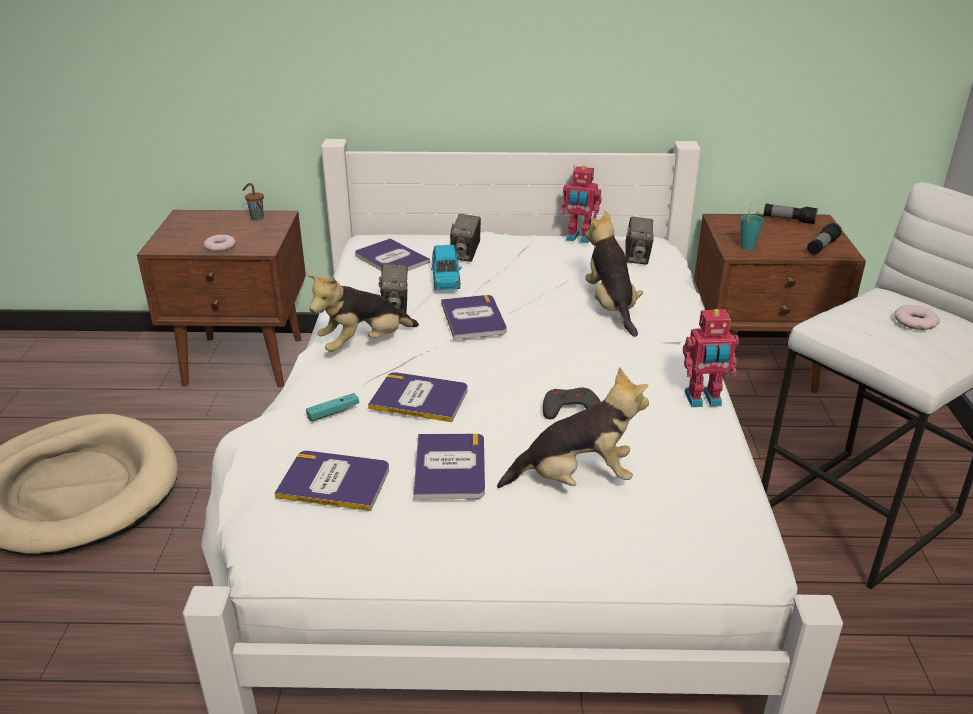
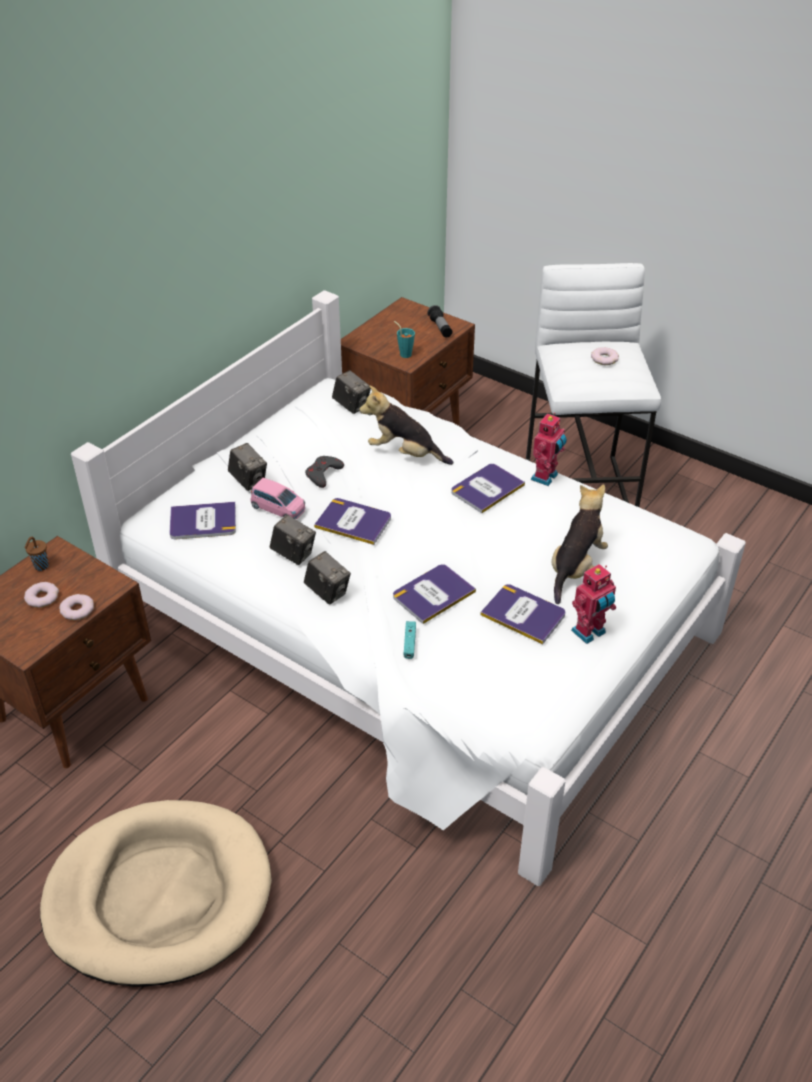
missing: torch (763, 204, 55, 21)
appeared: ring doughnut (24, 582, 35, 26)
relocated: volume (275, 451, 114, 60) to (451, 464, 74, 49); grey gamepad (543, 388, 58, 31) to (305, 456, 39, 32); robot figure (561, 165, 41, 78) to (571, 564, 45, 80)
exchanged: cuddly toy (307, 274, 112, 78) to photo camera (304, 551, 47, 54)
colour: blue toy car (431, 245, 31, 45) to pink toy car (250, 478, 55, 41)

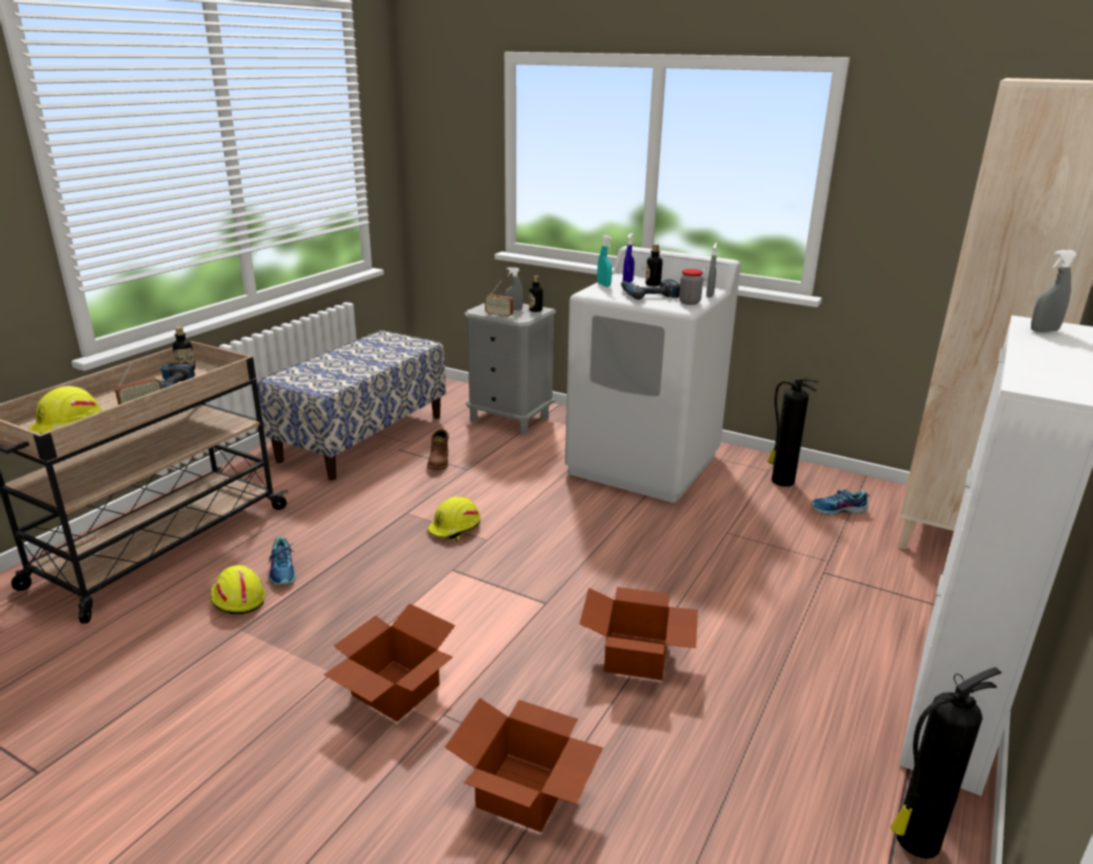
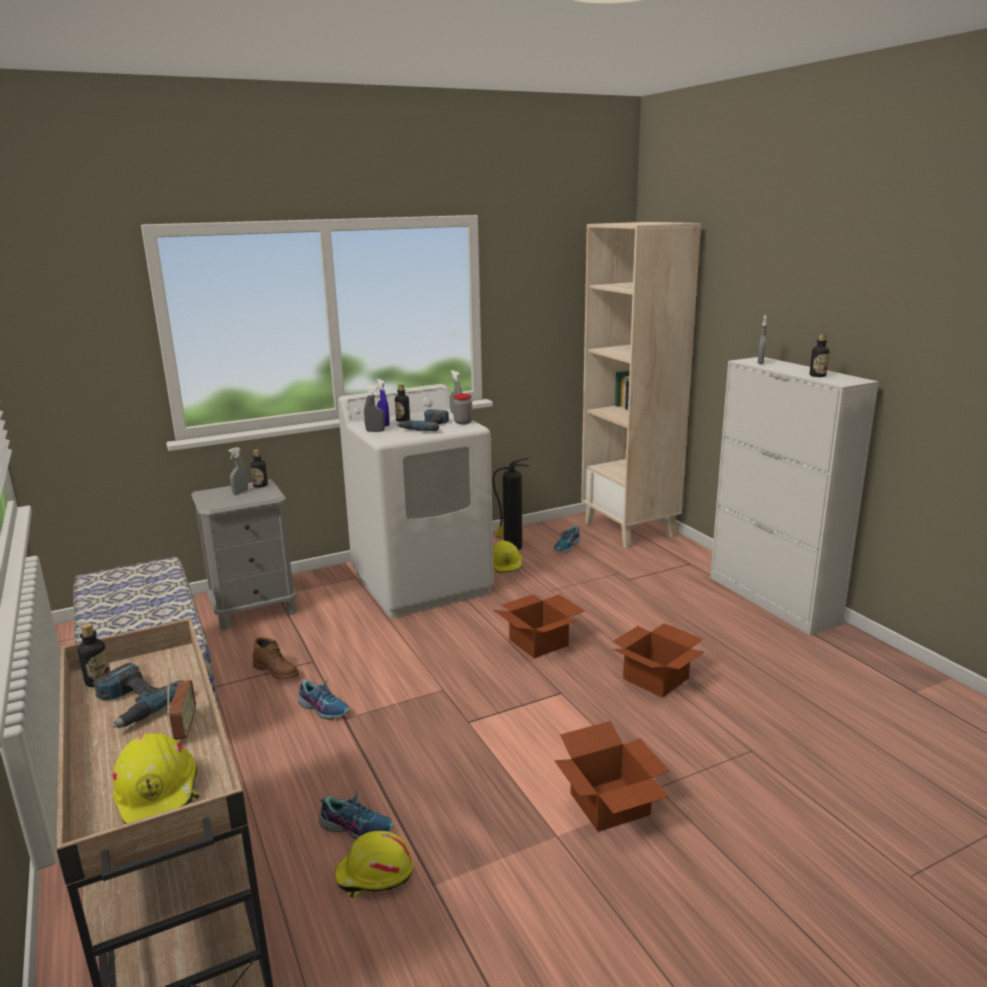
missing: radio set (485, 281, 28, 37); fire-fighting cylinder (890, 667, 111, 192)
appeared: low shoe (298, 678, 52, 42); beverage bottle (810, 334, 19, 43)
relocated: yellowish safety helmet (427, 496, 54, 45) to (493, 540, 31, 33); carton (445, 698, 158, 134) to (493, 594, 92, 64)
colour: turquoise hand sprayer (597, 235, 15, 52) to grey hand sprayer (364, 385, 21, 47)

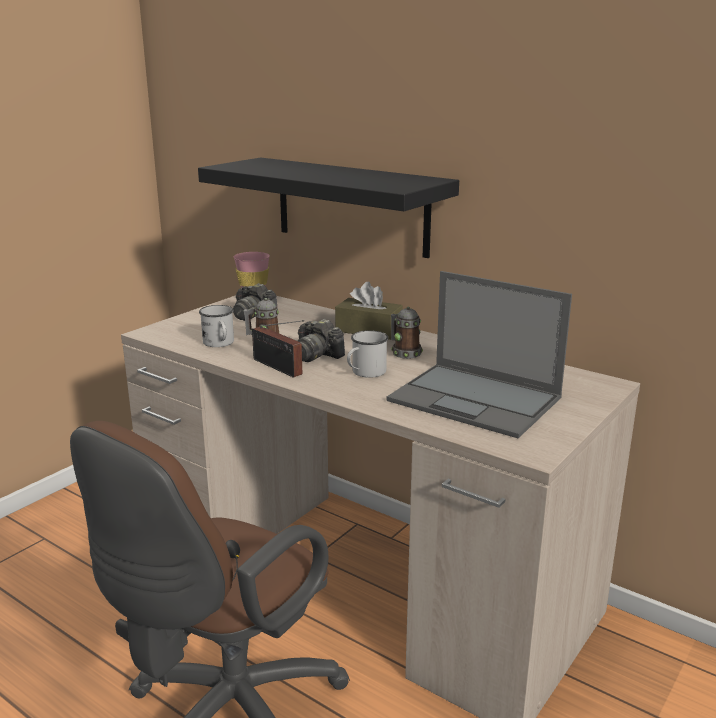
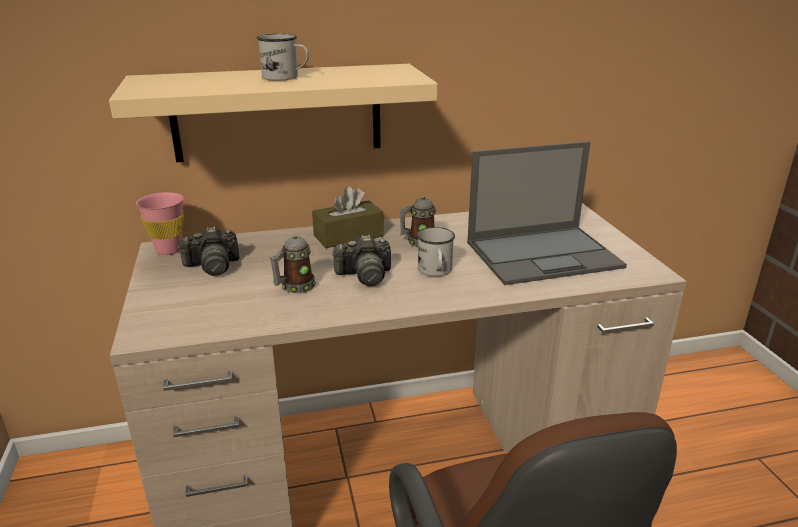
missing: radio set (252, 320, 52, 58)
relocated: white mug (199, 305, 35, 42) to (257, 34, 52, 47)
colour: black shelf (198, 157, 261, 101) to beige shelf (109, 64, 329, 98)

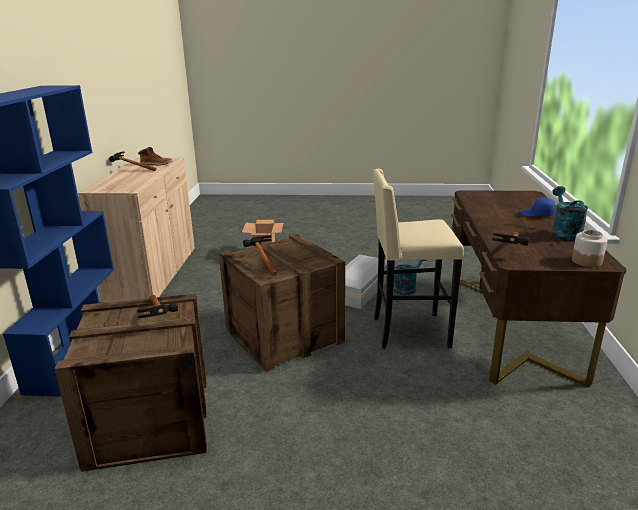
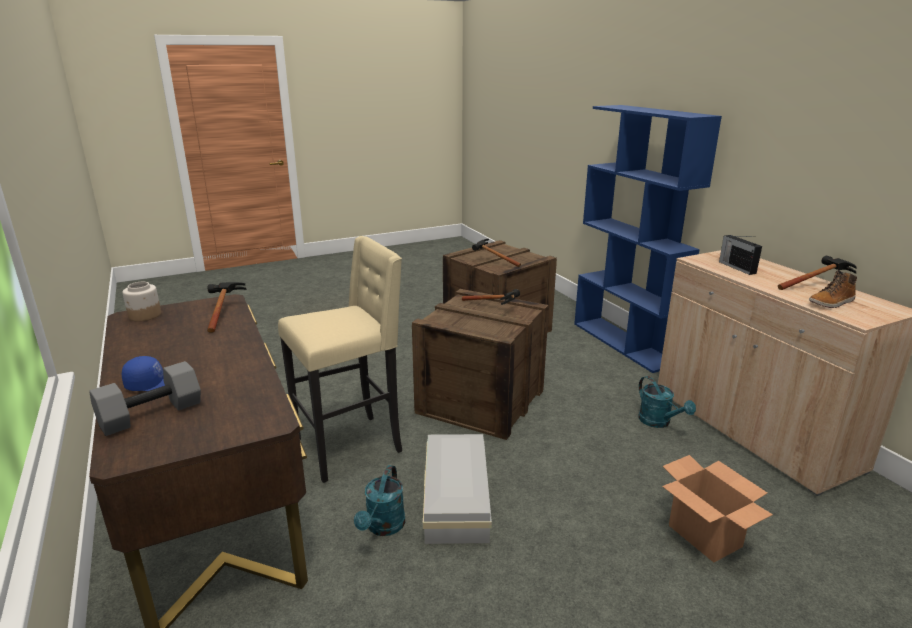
appeared: grey free weight (89, 361, 112, 75); radio set (719, 235, 43, 40)
relocated: turquoise sprinkling can (552, 186, 36, 56) to (638, 376, 58, 52)

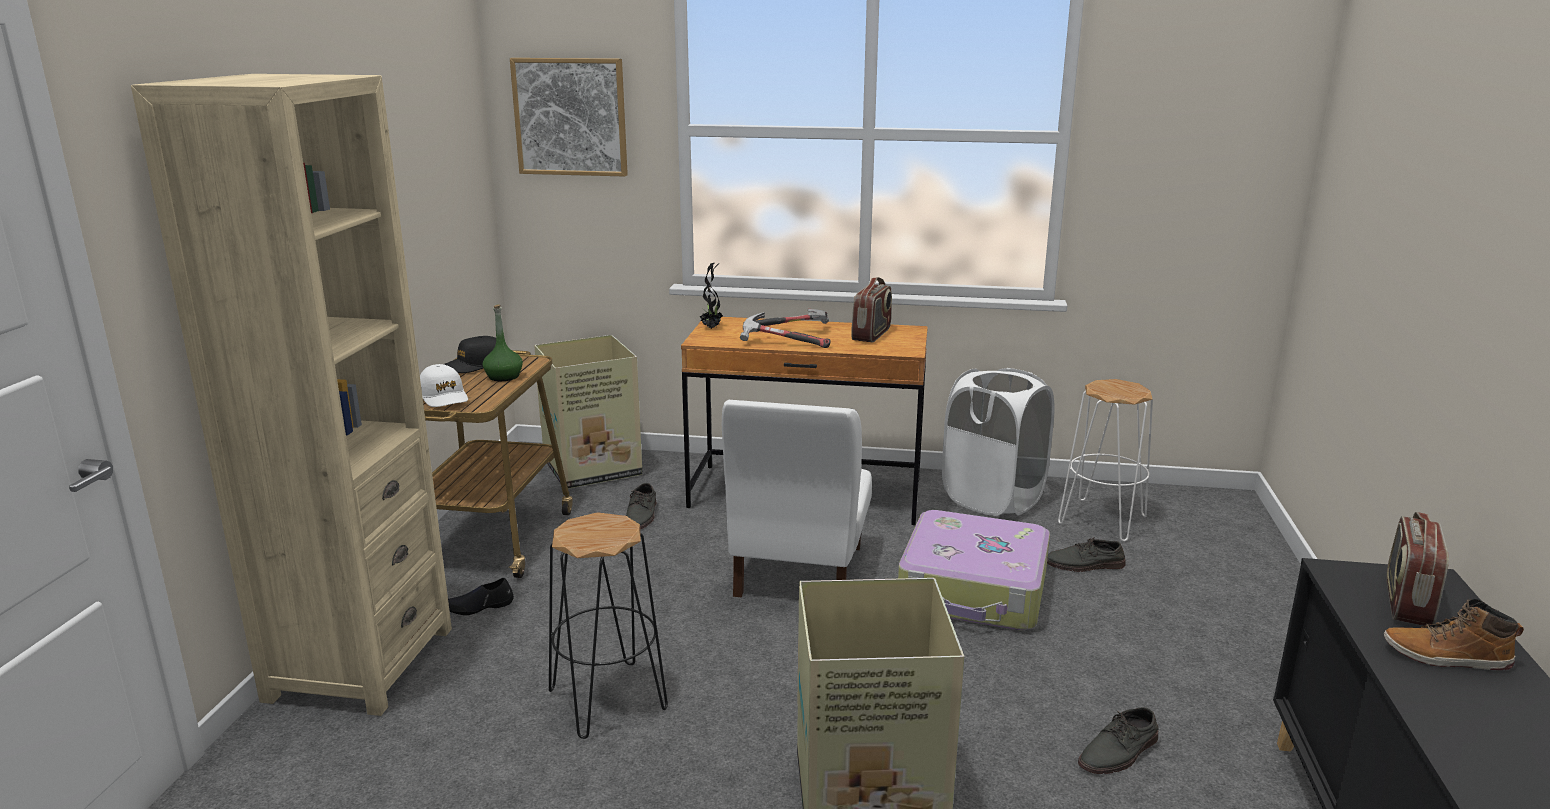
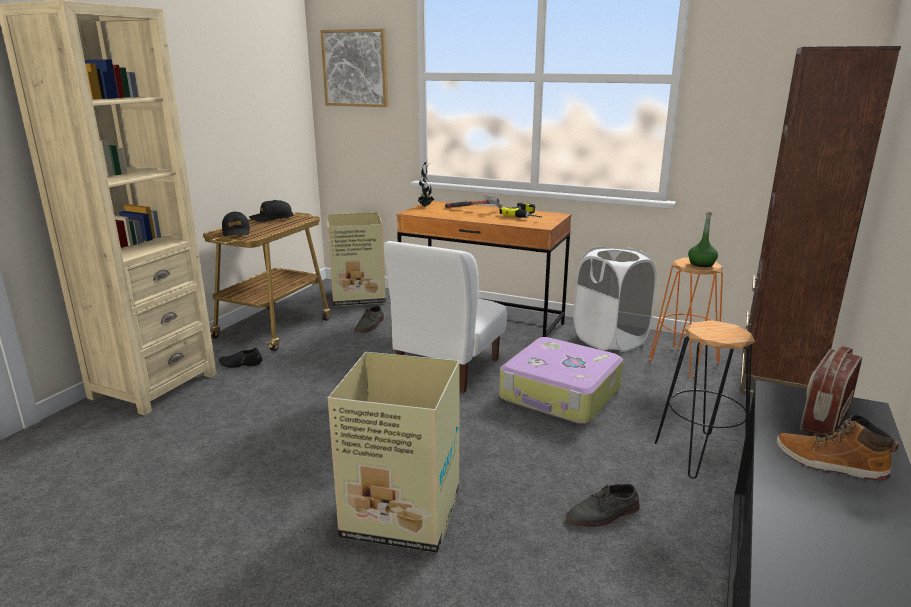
missing: hand hammer (740, 312, 91, 36); grey low shoe (1047, 537, 79, 35)
appeared: brown-coloured bookshelf (740, 46, 161, 350)
relocated: green-coloured beverage bottle (483, 304, 40, 77) to (688, 211, 30, 56); black sitting stool (549, 512, 119, 227) to (655, 320, 100, 159)
exchanged: radio set (851, 277, 41, 65) to power drill (499, 202, 43, 16)
colour: white cap (420, 364, 48, 43) to black cap (222, 211, 28, 25); white sitting stool (1058, 379, 95, 163) to orange sitting stool (649, 258, 74, 119)

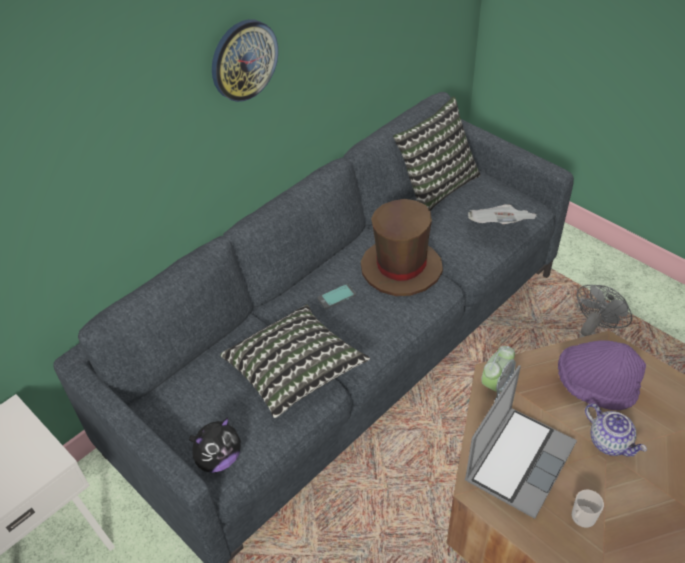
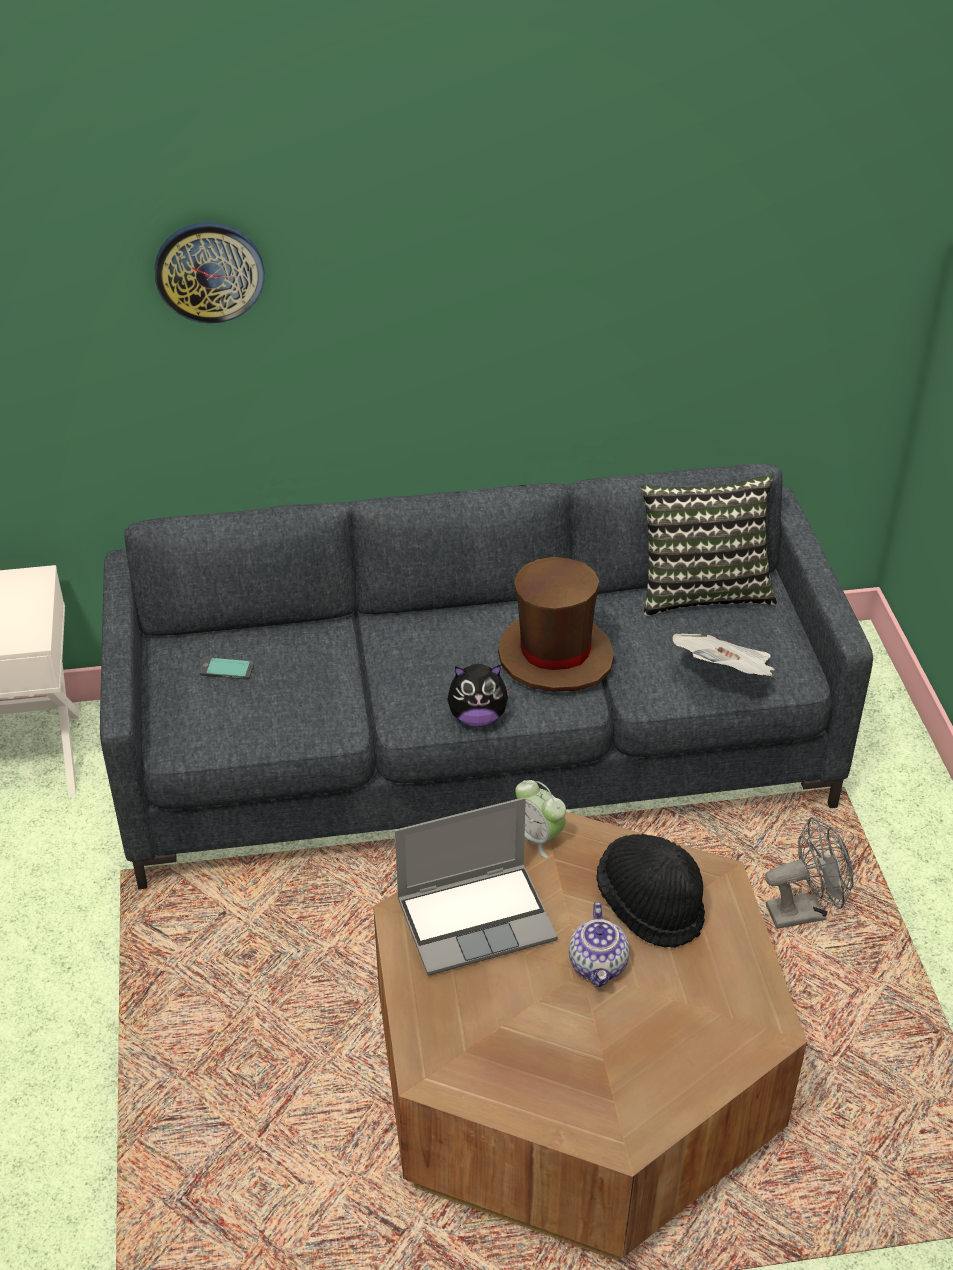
missing: cushion (220, 304, 150, 114); mug (571, 490, 33, 38)
relocated: cuddly toy (189, 417, 52, 56) to (447, 664, 64, 62); wall clock (212, 19, 66, 83) to (155, 222, 109, 102); handset (317, 284, 39, 25) to (200, 657, 54, 23)
colour: purplish hat (558, 340, 88, 70) to black hat (596, 834, 109, 114)
spun: alarm clock (481, 346, 35, 56) = (515, 780, 51, 78) 60 degrees clockwise

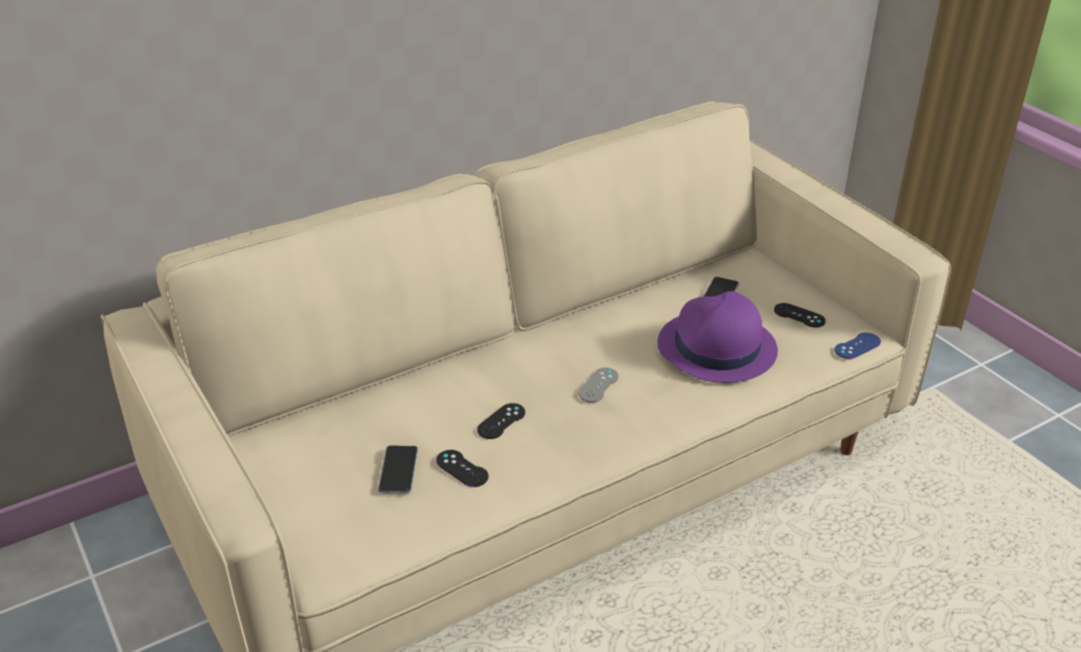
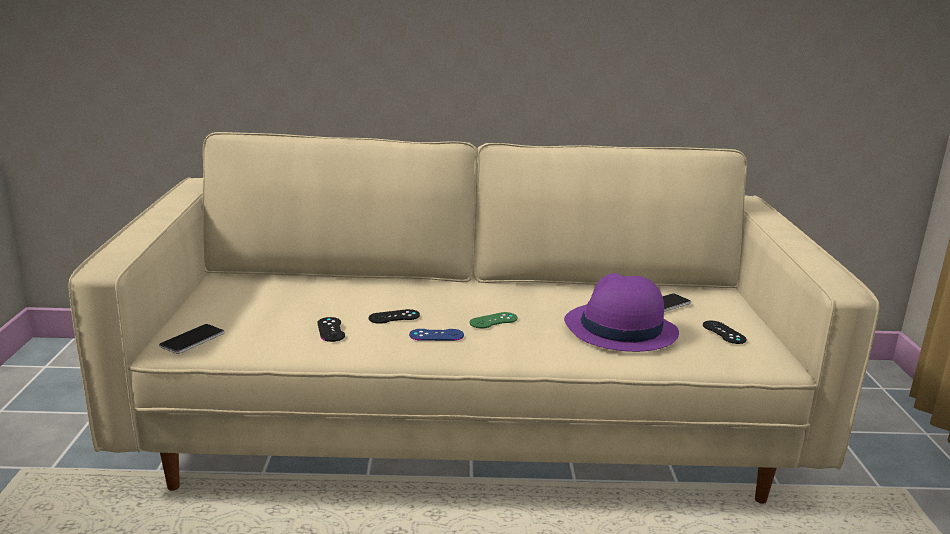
relocated: handset (378, 445, 41, 49) to (159, 324, 66, 30); blue gamepad (834, 333, 47, 26) to (409, 329, 55, 12)
colour: grey gamepad (578, 368, 40, 35) to green-coloured gamepad (470, 312, 47, 16)

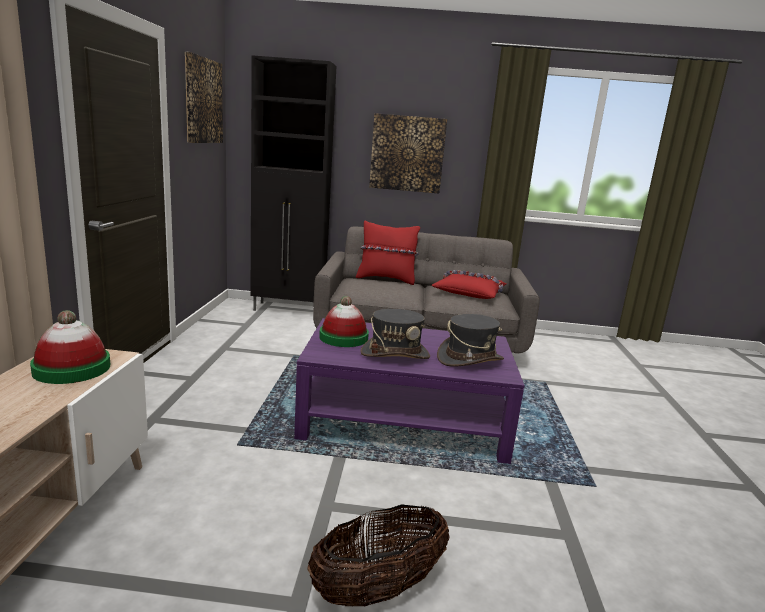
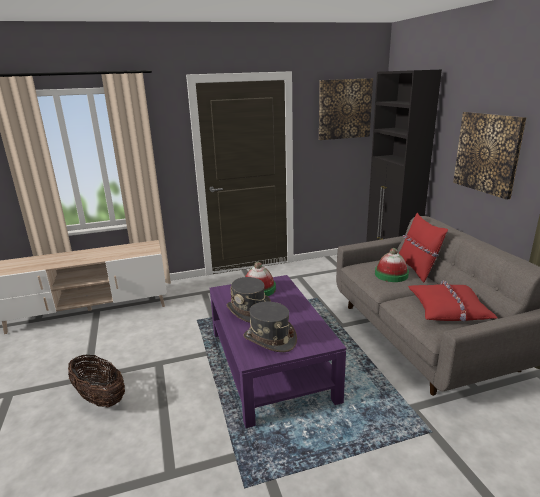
relocated: hat (30, 310, 80, 74) to (375, 248, 34, 34)

